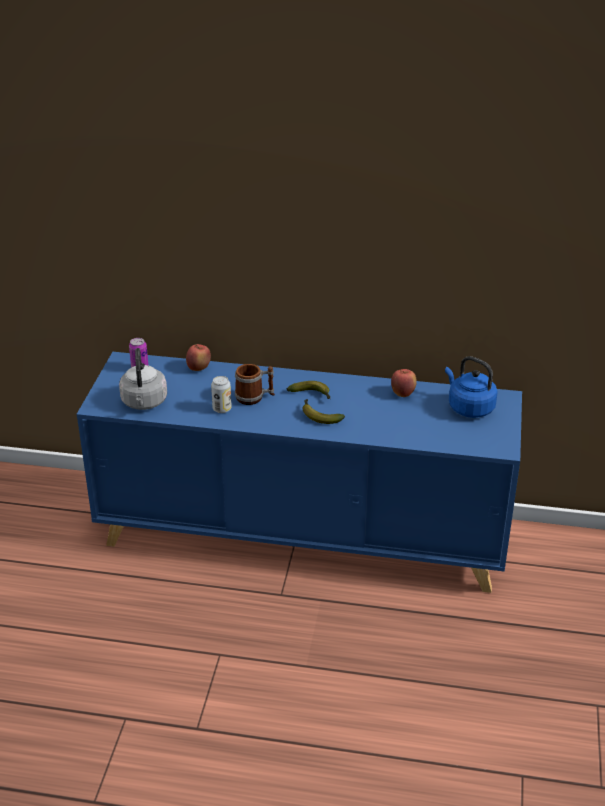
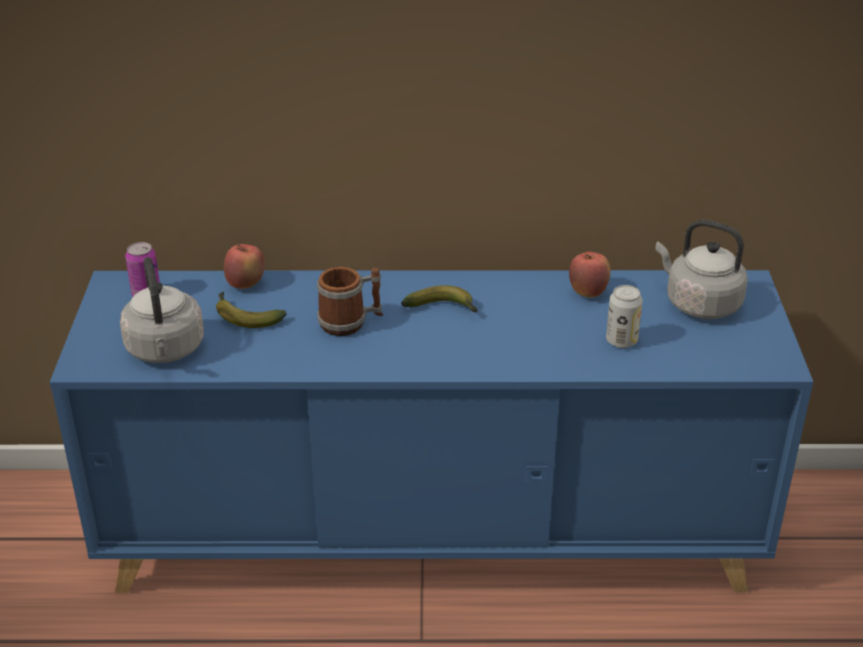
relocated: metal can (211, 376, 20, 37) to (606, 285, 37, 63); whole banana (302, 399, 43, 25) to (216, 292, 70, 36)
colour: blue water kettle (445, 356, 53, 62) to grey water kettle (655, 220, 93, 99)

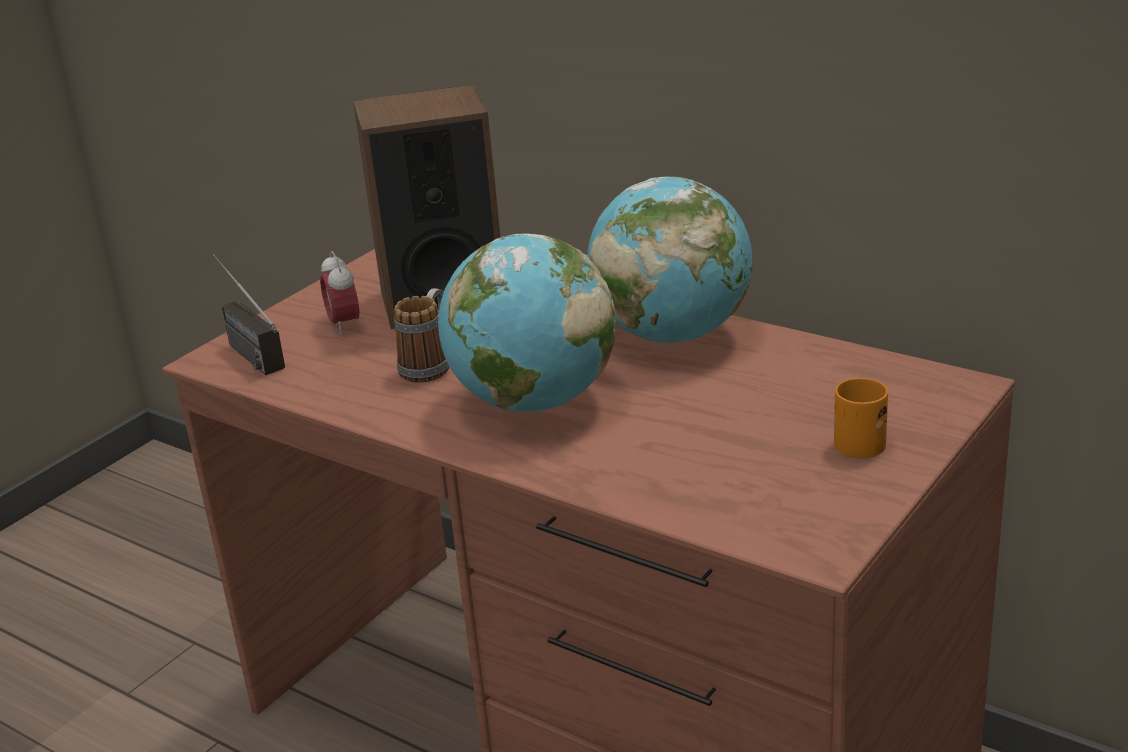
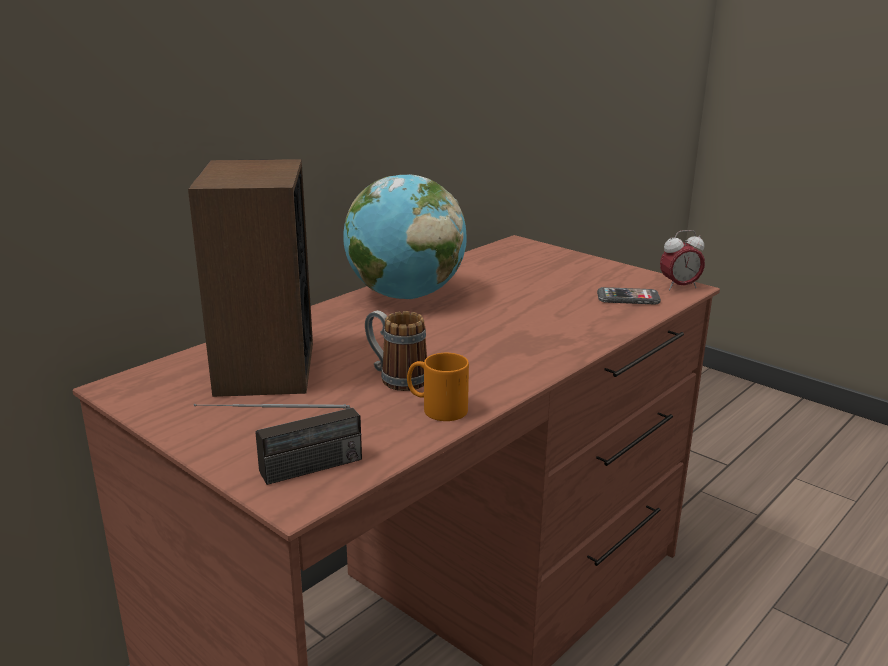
missing: world globe (438, 233, 178, 179)
appeared: handset (597, 287, 64, 18)
relocated: alarm clock (320, 251, 39, 84) to (660, 230, 45, 60); orange mug (834, 378, 54, 80) to (407, 353, 62, 68)

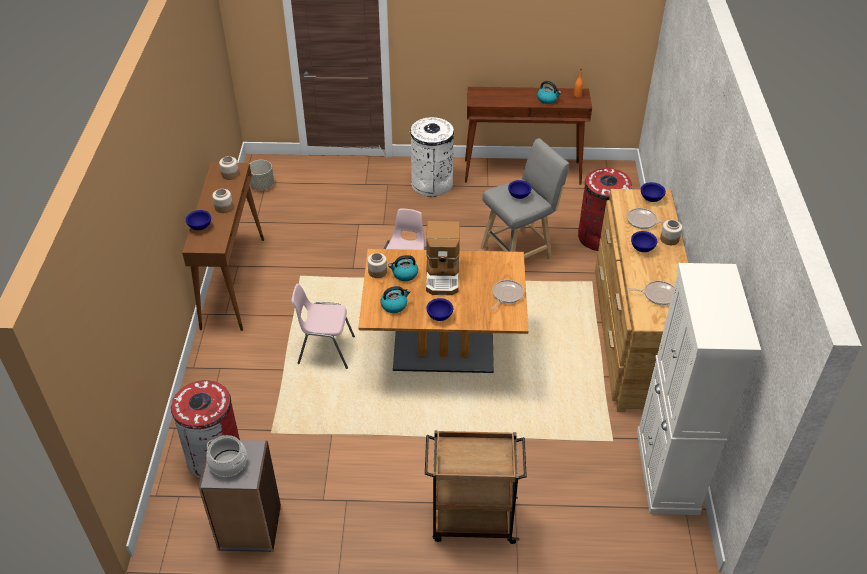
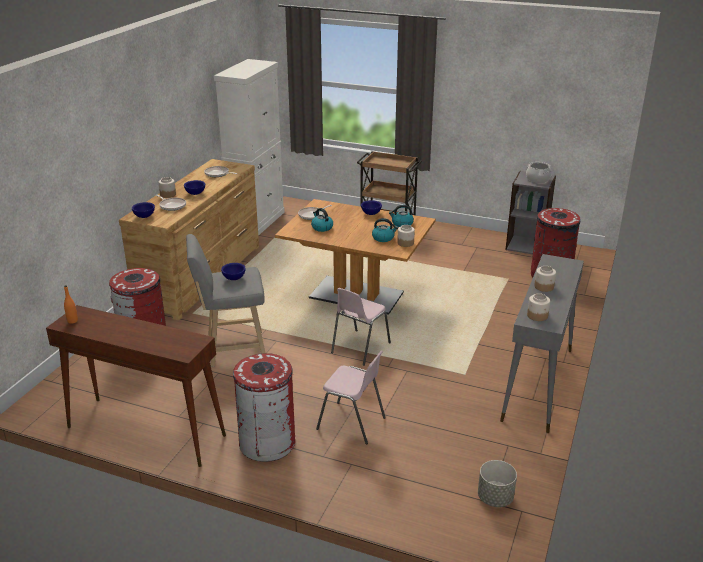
missing: blue deep dish (186, 210, 25, 20); coffee maker (426, 221, 34, 74)
relocated: pink chair (291, 284, 64, 85) to (316, 351, 70, 93); water kettle (537, 81, 24, 23) to (311, 208, 22, 24)
colour: brown-coloured hall table (182, 162, 82, 169) to grey hall table (500, 254, 84, 179); white waste bin (410, 117, 44, 80) to reddish waste bin (233, 353, 62, 109)

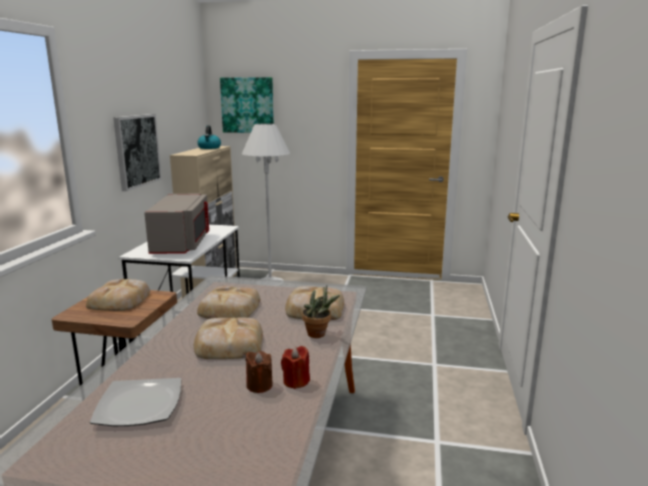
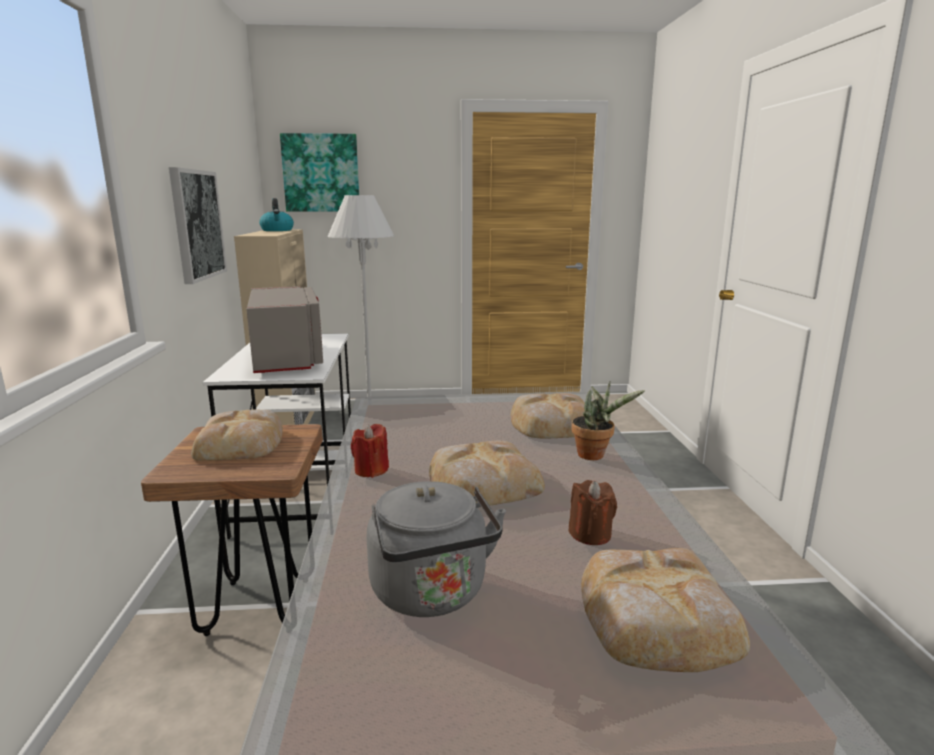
relocated: baked bread (197, 286, 63, 33) to (581, 548, 169, 124); reddish candle (281, 346, 29, 43) to (351, 424, 38, 54)
exchanged: plate (90, 378, 91, 48) to grey water kettle (367, 481, 139, 136)

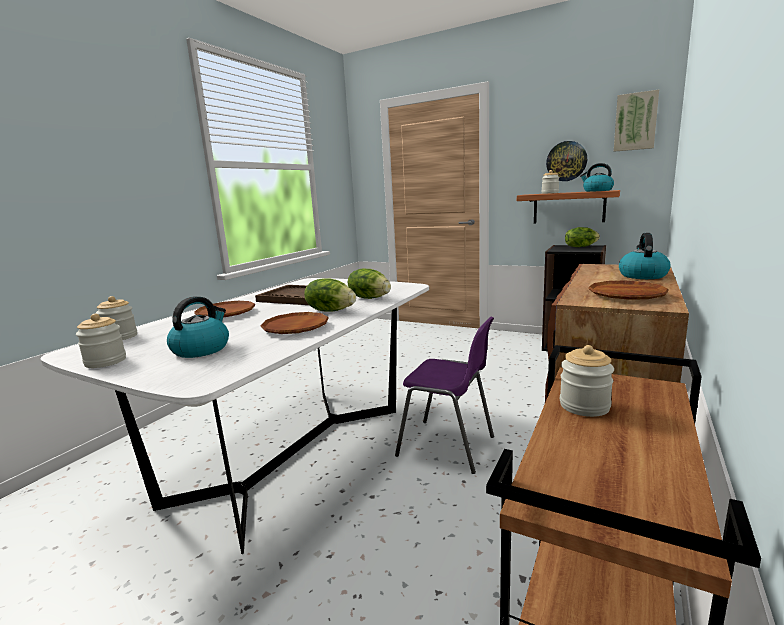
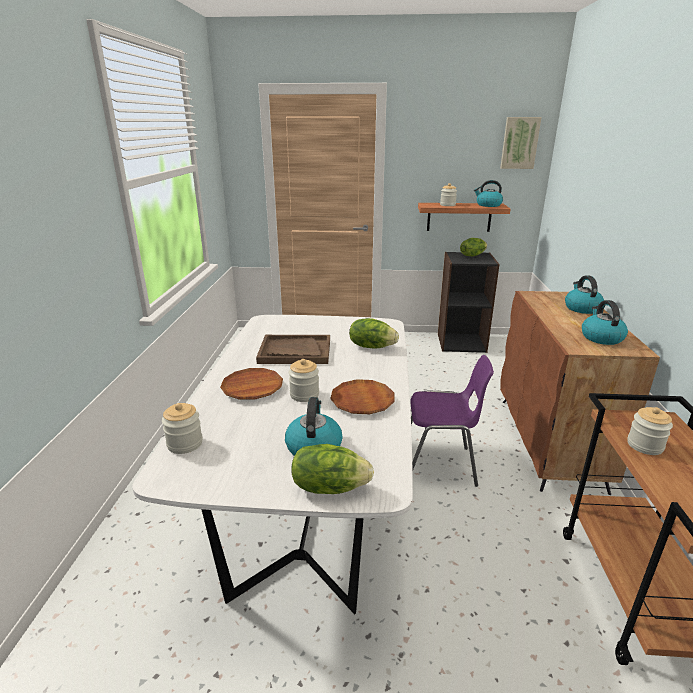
missing: wall clock (546, 141, 41, 40)
relocated: storage jar (76, 314, 50, 54) to (289, 359, 30, 43); head of lettuce (304, 278, 52, 34) to (291, 444, 83, 50)
exchanged: brown-coloured plate (588, 281, 81, 19) to water kettle (582, 300, 46, 45)

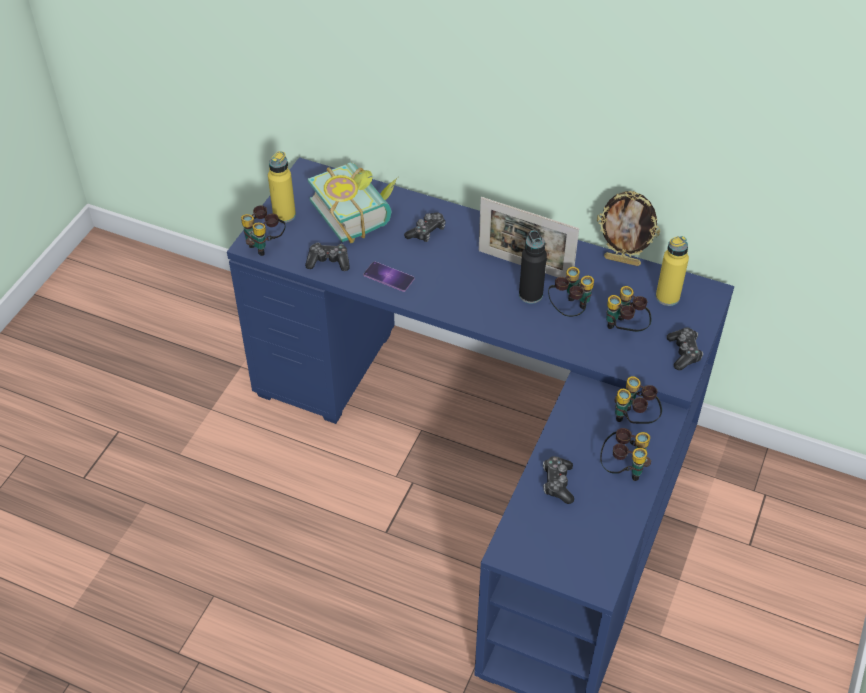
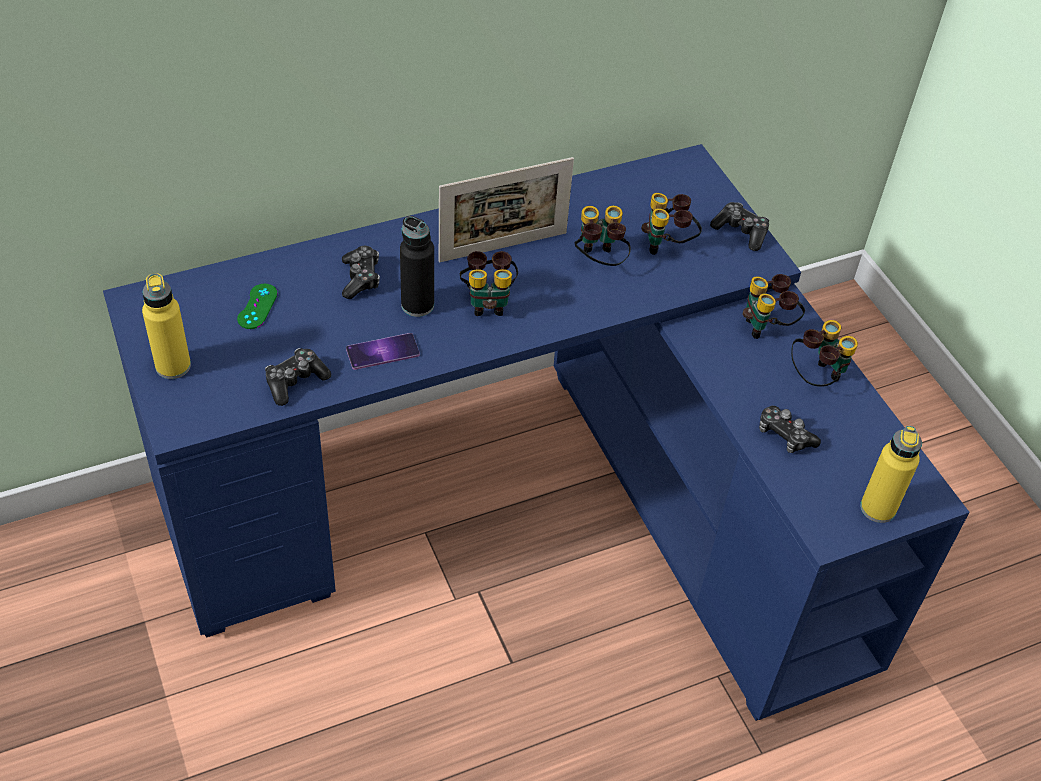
missing: photo frame (597, 191, 63, 75)
relocated: binoculars (241, 205, 44, 51) to (460, 251, 58, 65); black beverage bottle (519, 230, 28, 74) to (400, 216, 34, 101); yellowish beverage bottle (656, 236, 33, 70) to (860, 426, 62, 97)
exchanged: volume (308, 162, 89, 81) to green-coloured gamepad (237, 284, 41, 45)

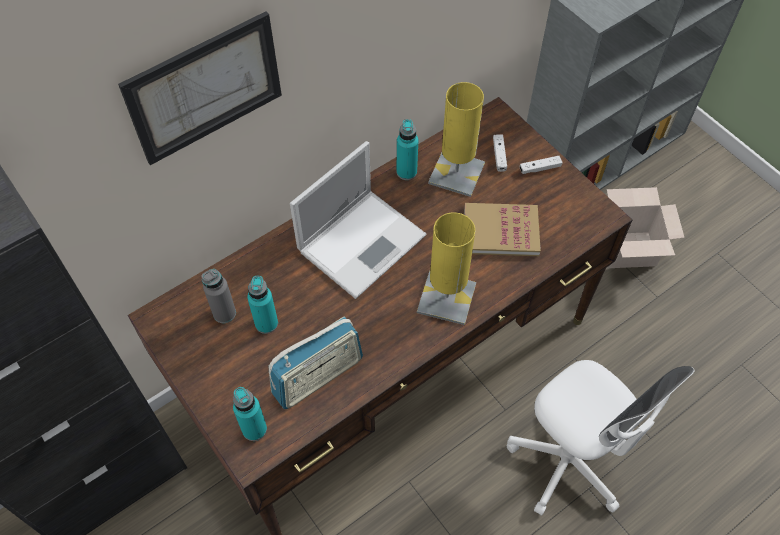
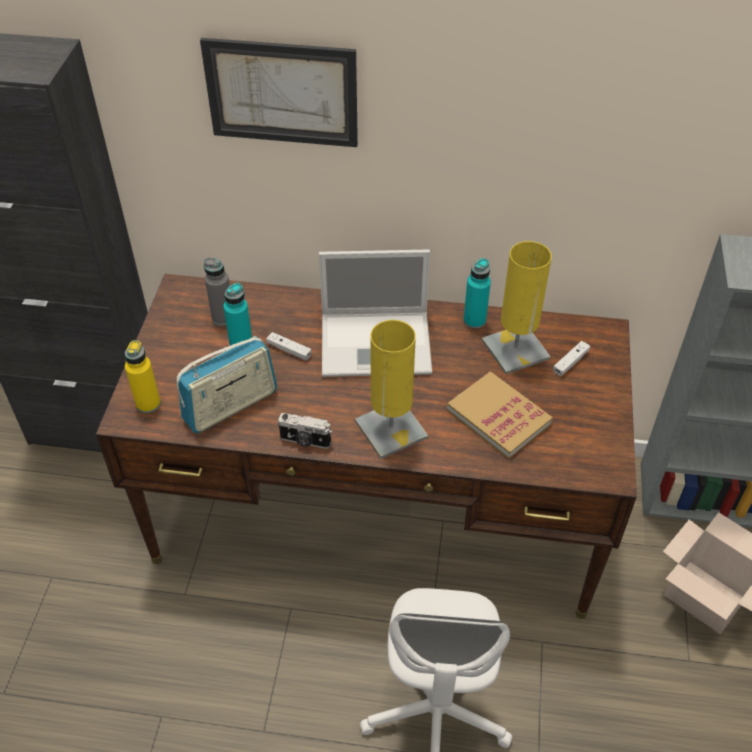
appeared: photo camera (277, 413, 55, 36)
relocated: white gamepad (520, 156, 43, 18) to (266, 332, 45, 28)
colour: turquoise beverage bottle (233, 387, 34, 54) to yellowish beverage bottle (125, 340, 36, 73)
spun: radio set (268, 317, 95, 92) = (177, 336, 100, 97) 45 degrees counterclockwise

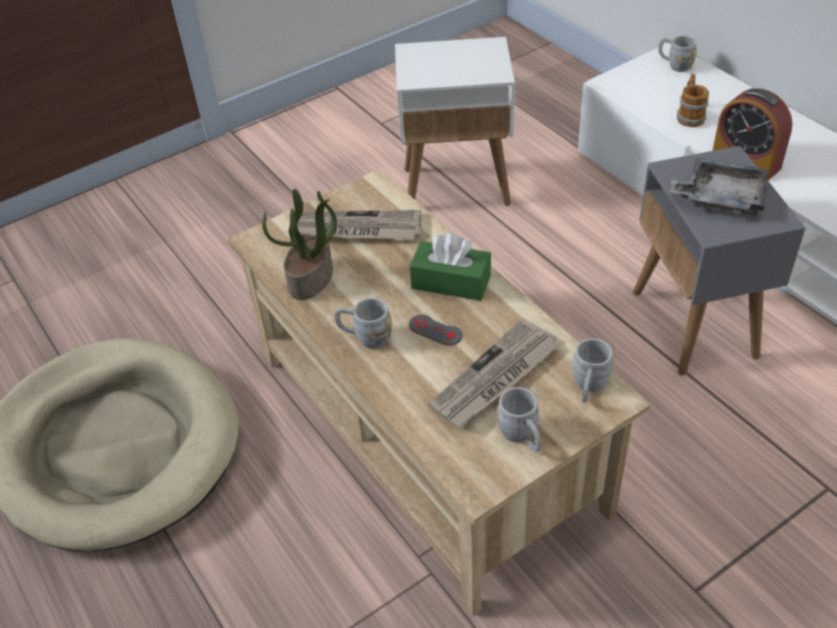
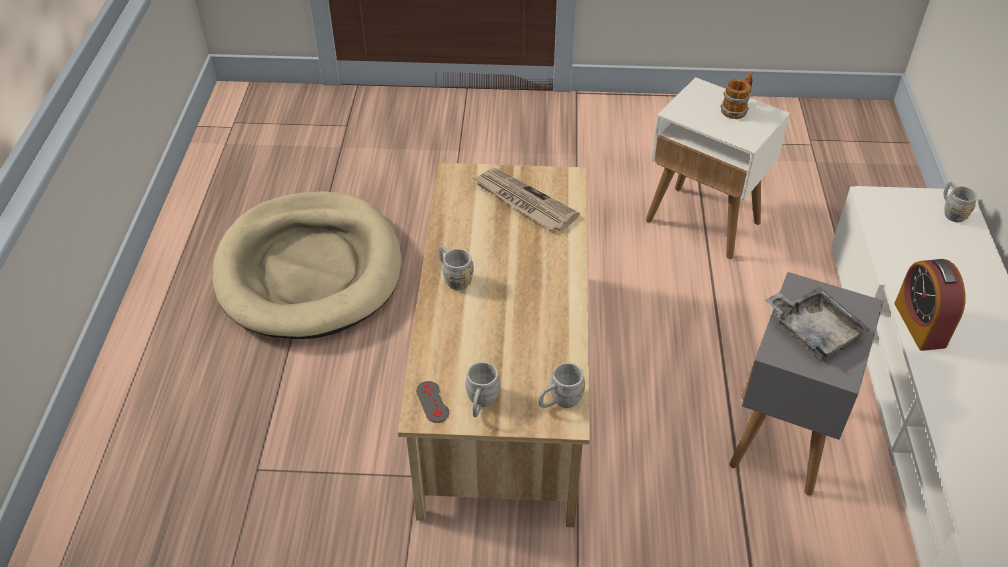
missing: plant in a pot (262, 189, 75, 111); green-coloured tissue box (410, 233, 81, 68); printed paper (428, 319, 132, 109)
relocated: grey gamepad (409, 315, 54, 31) to (416, 381, 33, 42); mug (677, 74, 32, 53) to (720, 71, 33, 48)

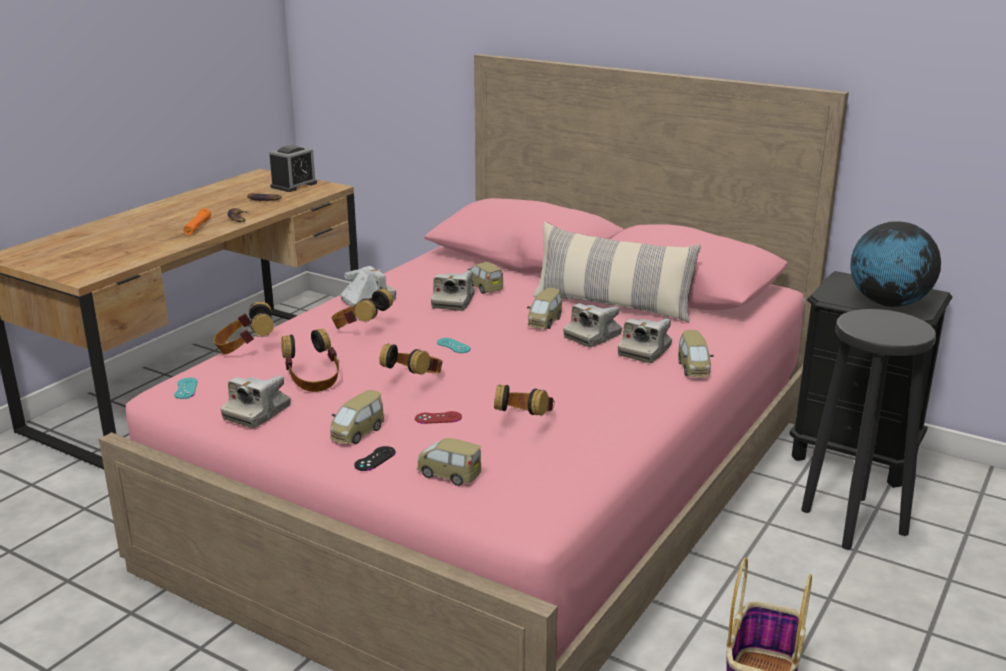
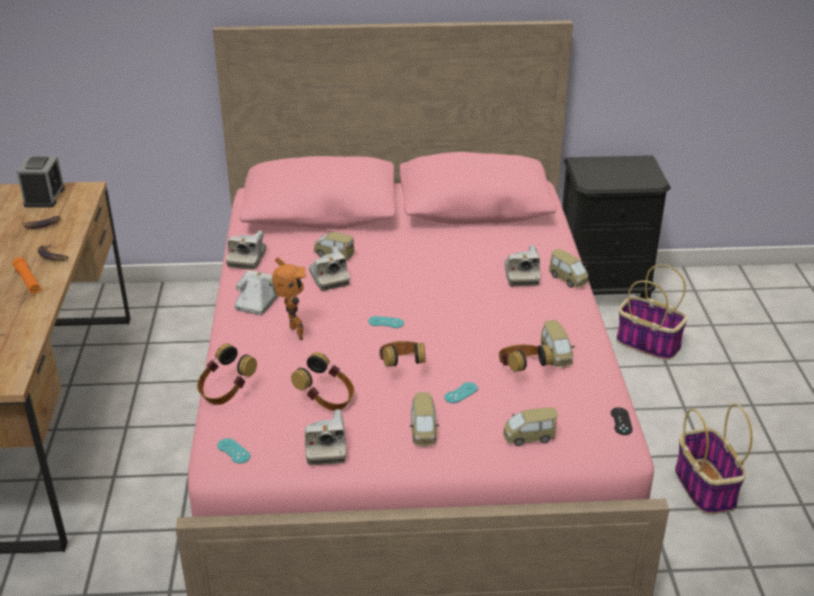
missing: cushion (533, 222, 168, 100); world globe (850, 221, 91, 86)
relocated: black gamepad (354, 446, 42, 25) to (611, 407, 22, 28); toy car (527, 288, 35, 41) to (541, 320, 34, 47); photo camera (563, 303, 59, 44) to (226, 231, 40, 39)
exchanged: headset (332, 289, 61, 40) to robot figure (272, 257, 34, 83); black sitting stool (801, 309, 135, 241) to basket (616, 264, 72, 96)
colour: reddish gamepad (415, 411, 47, 13) to turquoise gamepad (444, 382, 34, 21)

